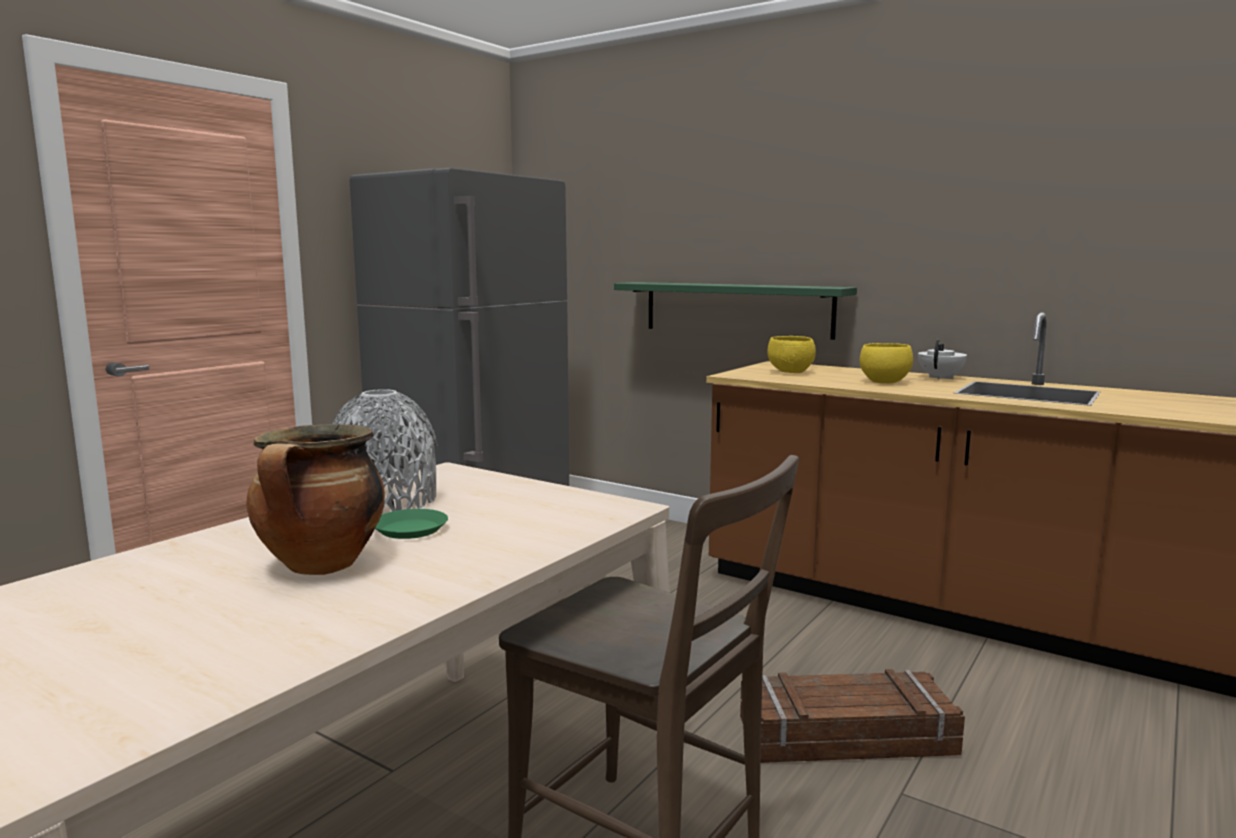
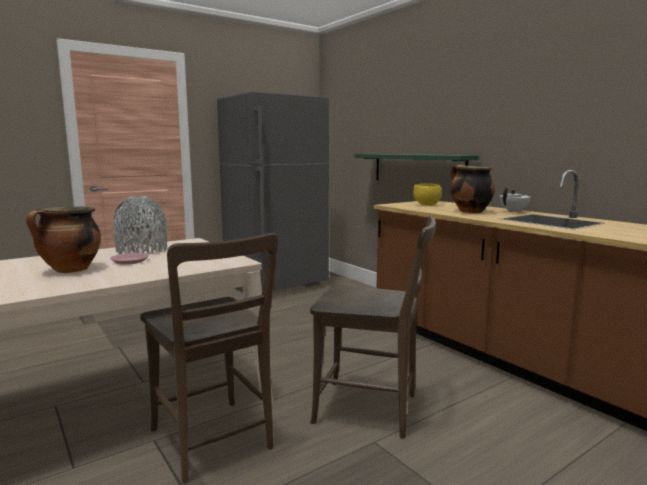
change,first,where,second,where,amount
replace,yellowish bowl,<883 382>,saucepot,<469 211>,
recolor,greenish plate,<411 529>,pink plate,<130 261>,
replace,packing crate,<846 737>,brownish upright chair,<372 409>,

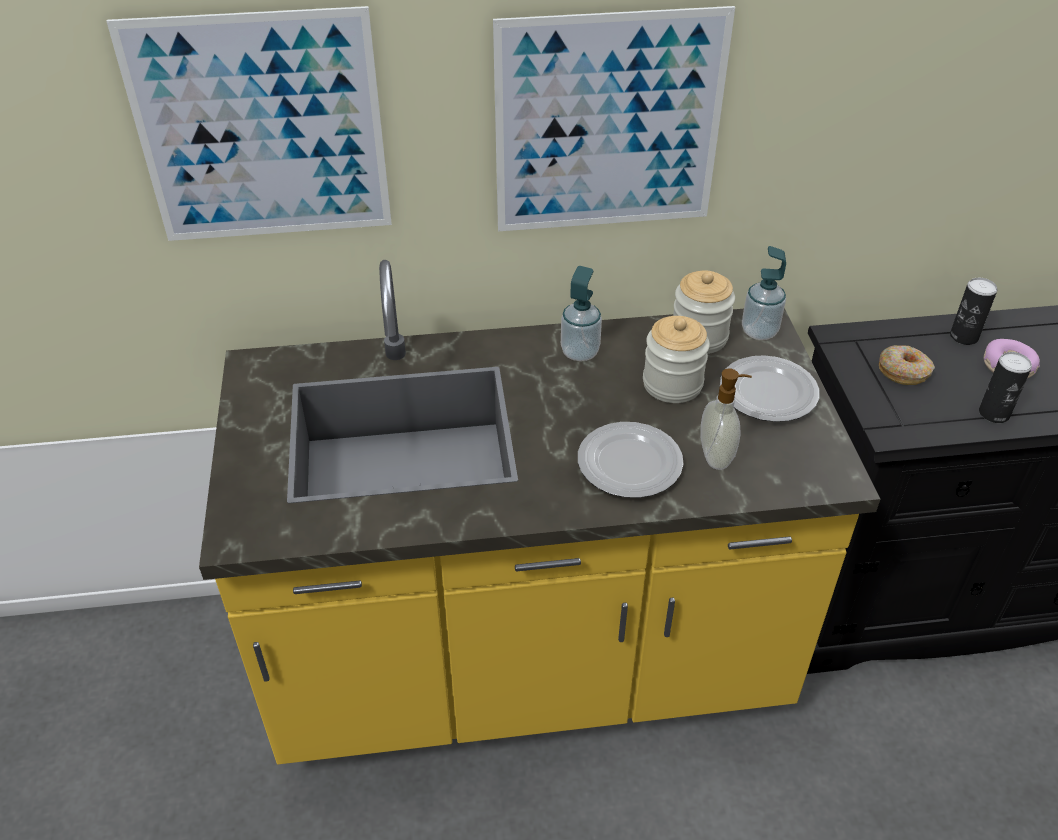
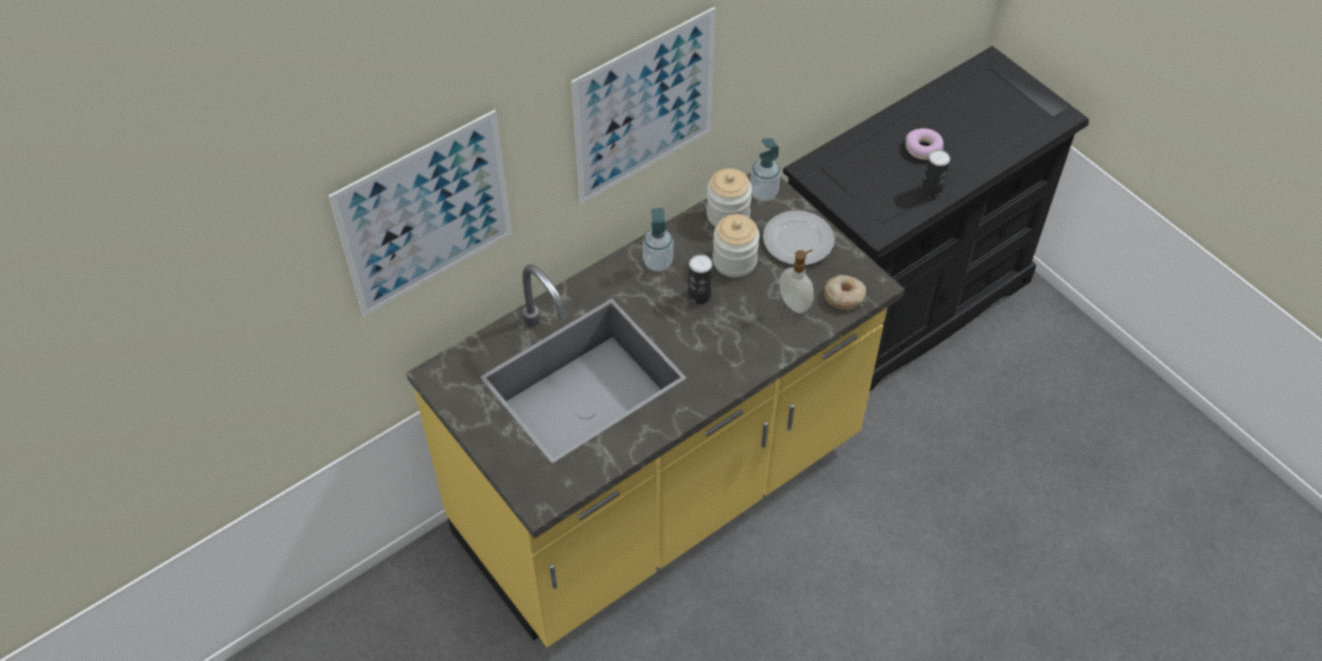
change,first,where,second,where,amount
move,can,<964 337>,,<699 296>,
move,ring doughnut,<903 371>,,<844 296>,
delete,plate,<630 464>,,,

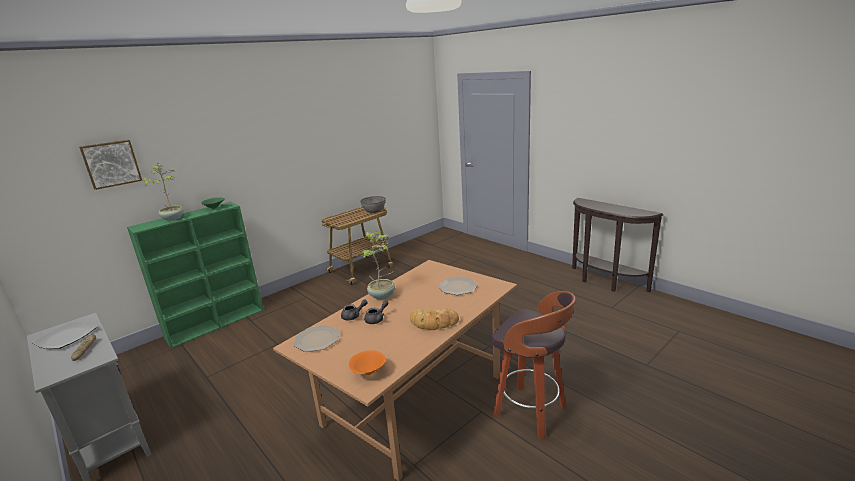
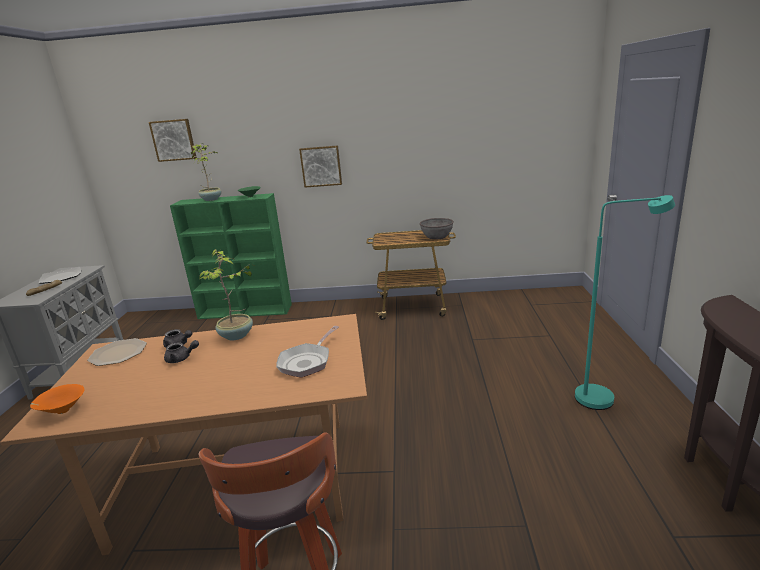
change,first,where,second,where,amount
replace,plate,<458 286>,frying pan,<307 361>,
delete,bread,<434 322>,,,
insert,,,wall art,<321 166>,
insert,,,turquoise-coloured standing lamp,<604 398>,

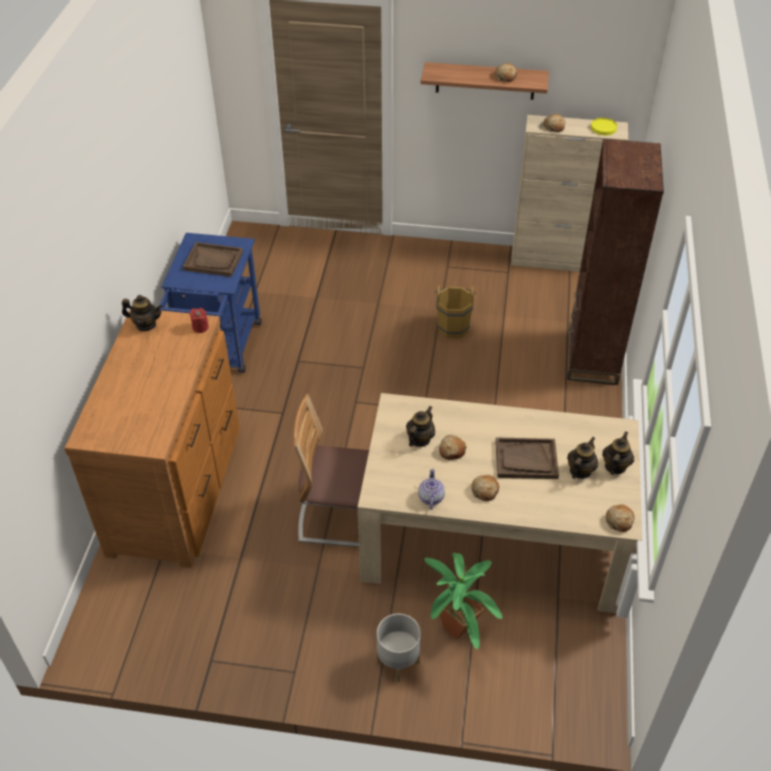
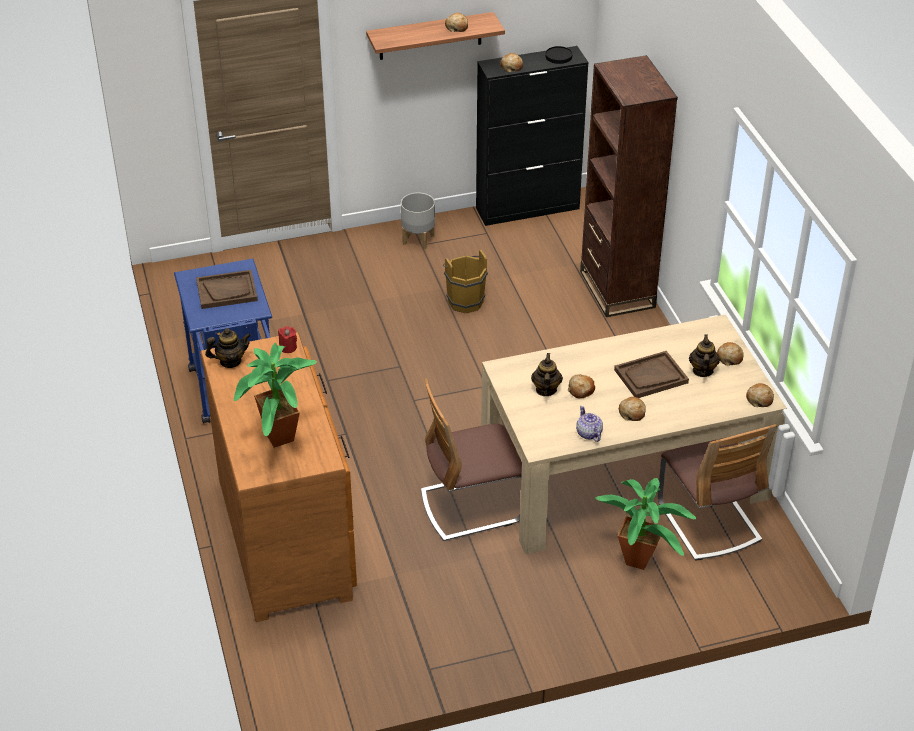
change,first,where,second,where,amount
recolor,sand-coloured cupboard,<557 260>,black cupboard,<528 208>,
recolor,yellowish plate,<603 128>,black plate,<558 56>,
replace,tea pot,<615 466>,bread,<729 357>,
move,greyish flower pot,<398 662>,,<418 239>,
insert,,,plant in a pot,<279 442>,
insert,,,upright chair,<708 521>,

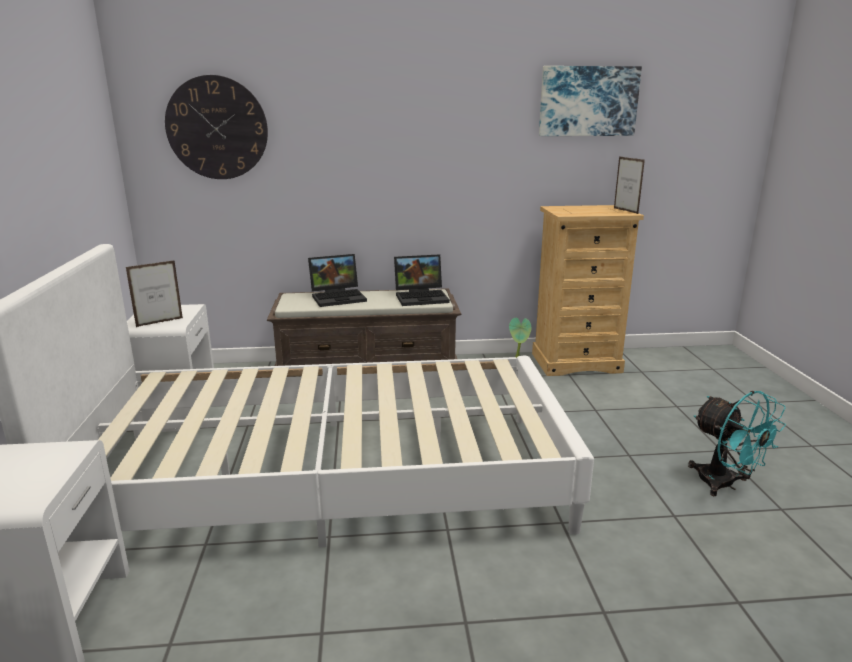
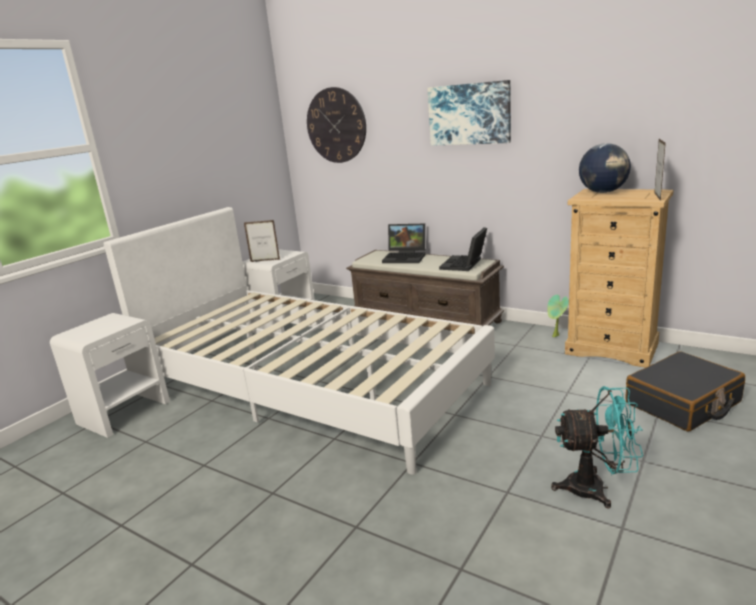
change,first,where,second,where,amount
move,wall art,<588 101>,,<469 114>,
rotate,notebook computer,<422 297>,,<464 264>,90 degrees clockwise
rotate,turquoise-coloured cooling fan,<725 484>,,<596 488>,90 degrees counterclockwise
insert,,,desk globe,<603 192>,
insert,,,black piece of luggage,<683 403>,

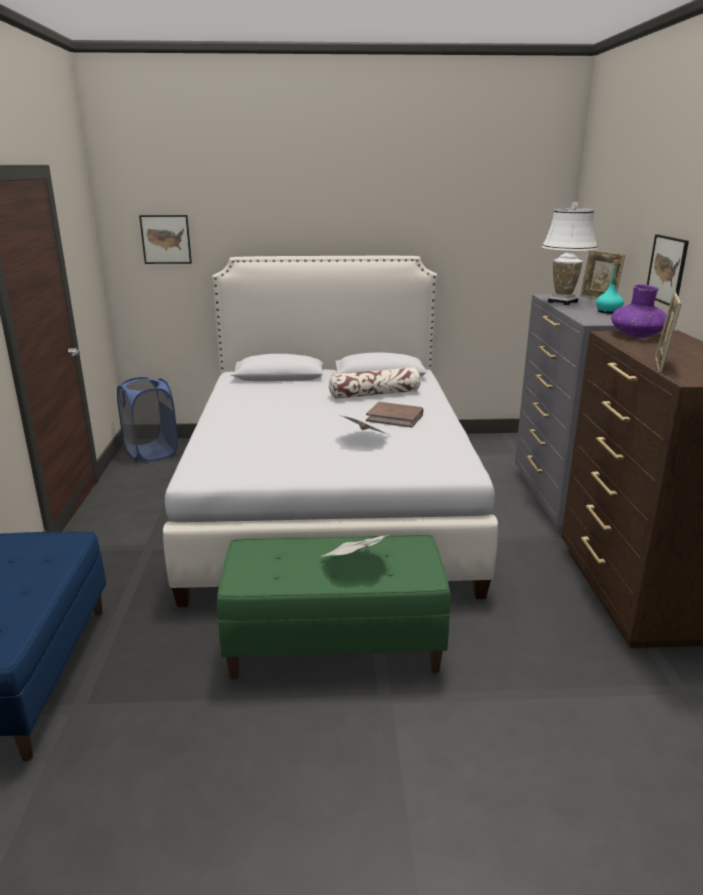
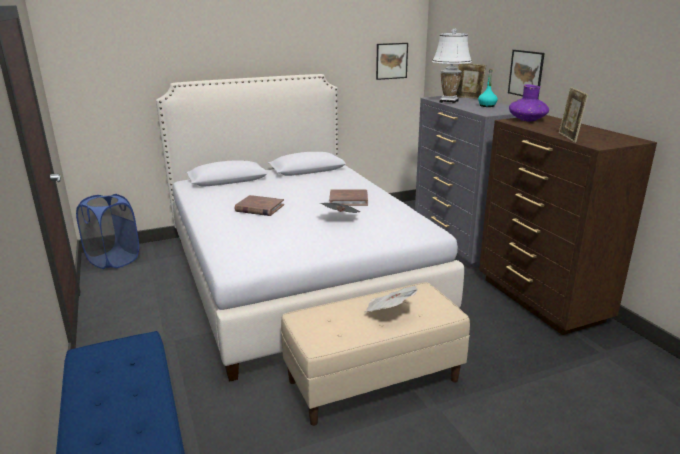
change,first,where,second,where,amount
move,wall art,<166 239>,,<391 61>,
delete,cushion,<375 394>,,,
recolor,greenish long seat,<335 645>,sand-coloured long seat,<373 380>,
insert,,,brownish bound book,<259 208>,

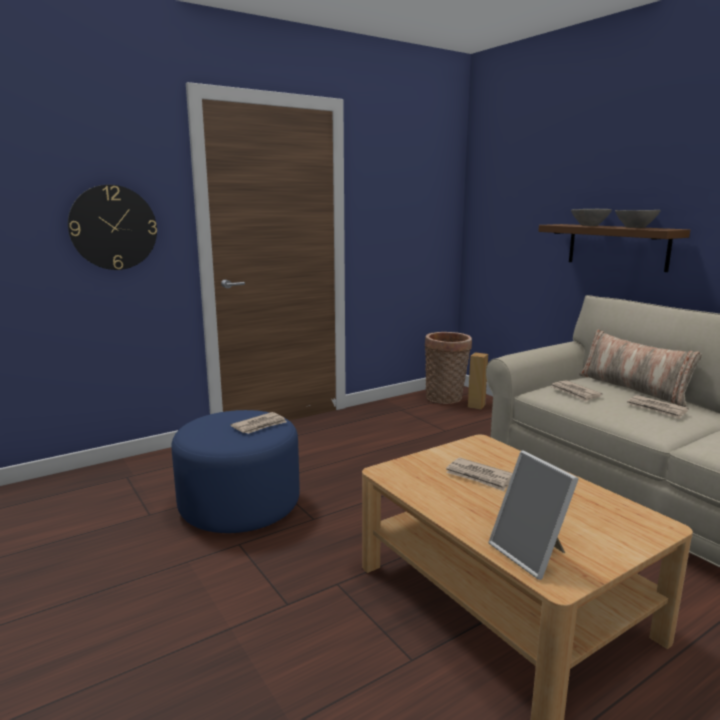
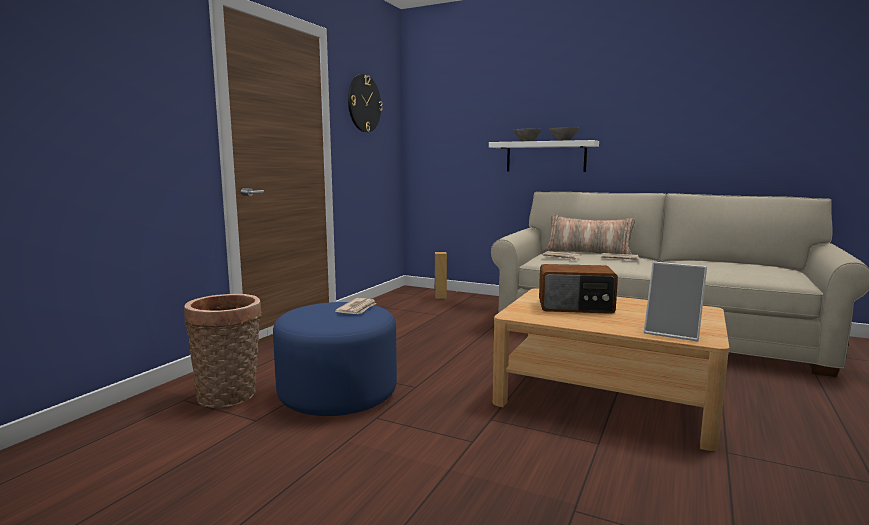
change,first,where,second,where,amount
move,wall clock,<113 227>,,<364 103>,
recolor,brownish shelf,<617 246>,whitish shelf,<545 157>,
move,basket,<446 398>,,<230 396>,
replace,daily paper,<479 477>,radio set,<576 307>,

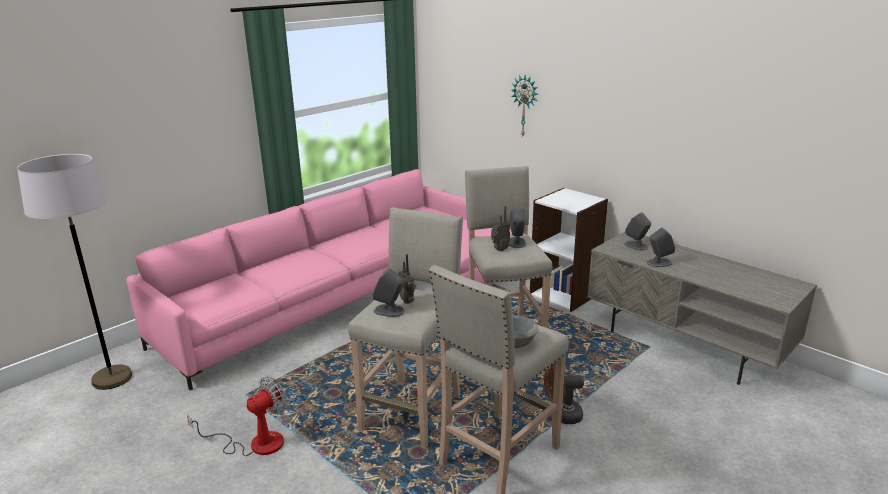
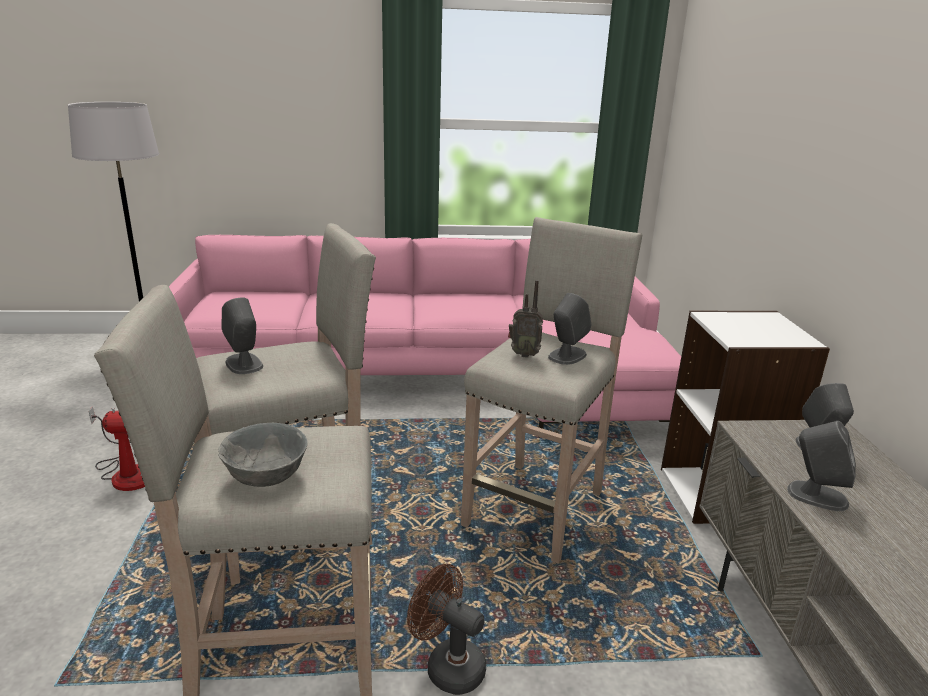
change,first,where,second,where,amount
delete,wall clock,<525 105>,,,
delete,radio set,<408 301>,,,

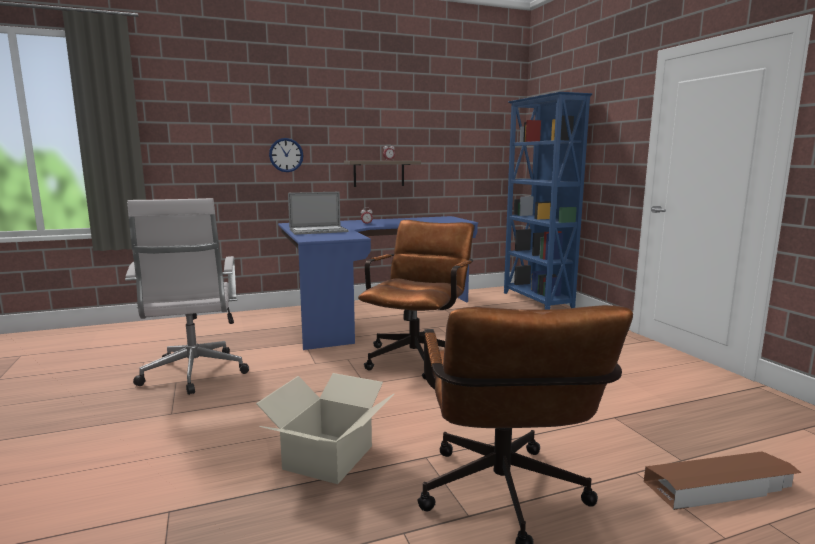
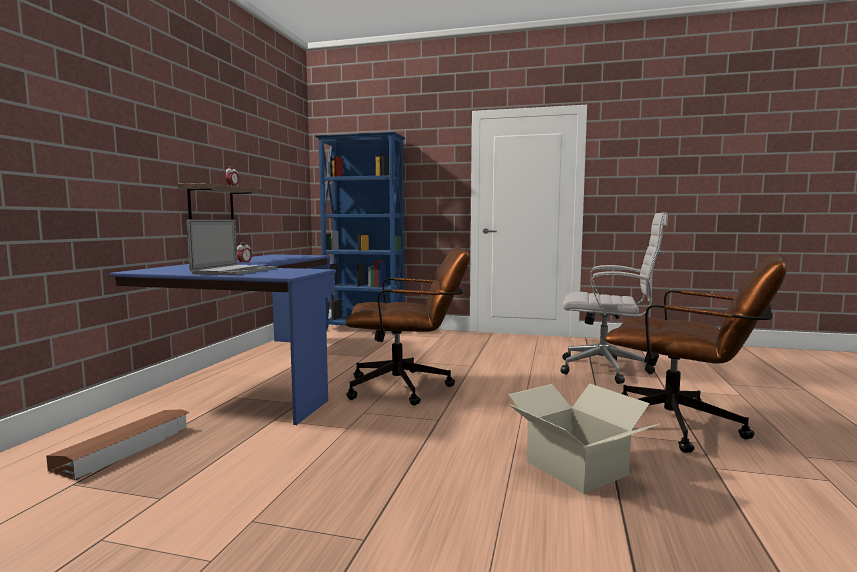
change,first,where,second,where,amount
delete,wall clock,<286 155>,,,
move,whitish office chair,<194 375>,,<608 370>,
rotate,brownish office chair,<418 356>,,<408 388>,120 degrees clockwise
move,brownish storage container,<720 487>,,<126 448>,

